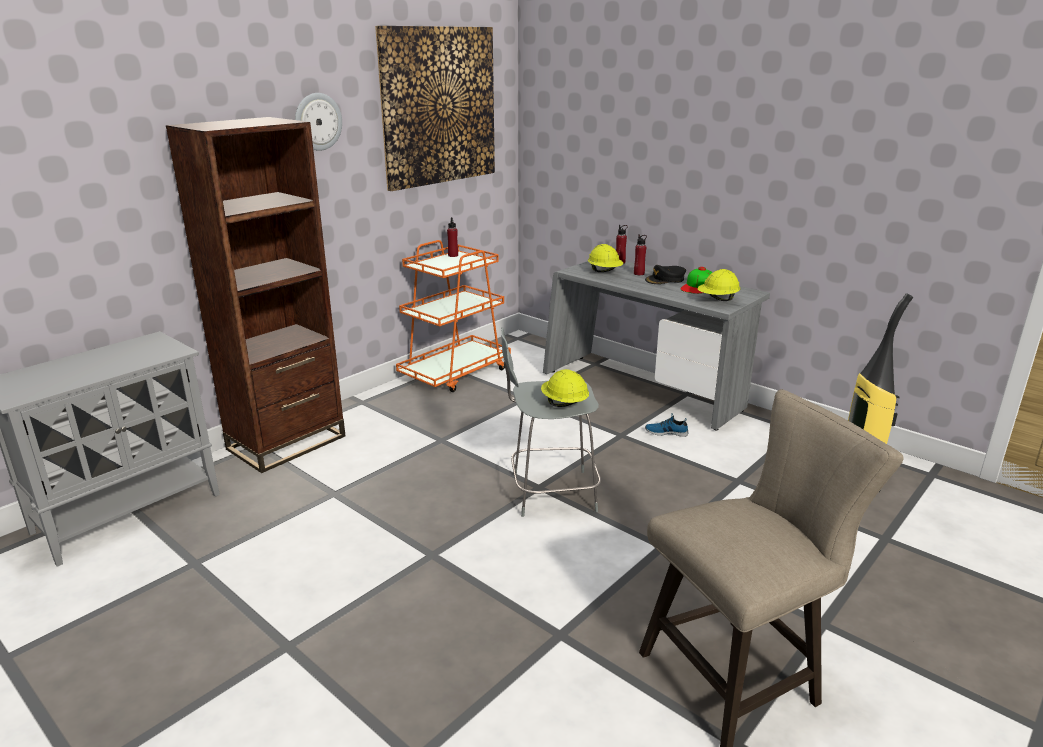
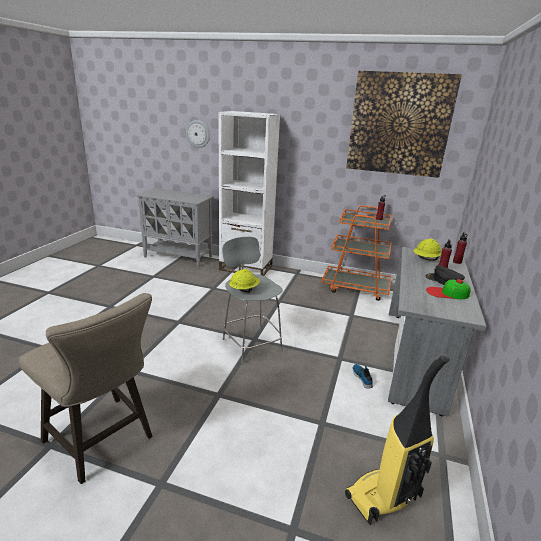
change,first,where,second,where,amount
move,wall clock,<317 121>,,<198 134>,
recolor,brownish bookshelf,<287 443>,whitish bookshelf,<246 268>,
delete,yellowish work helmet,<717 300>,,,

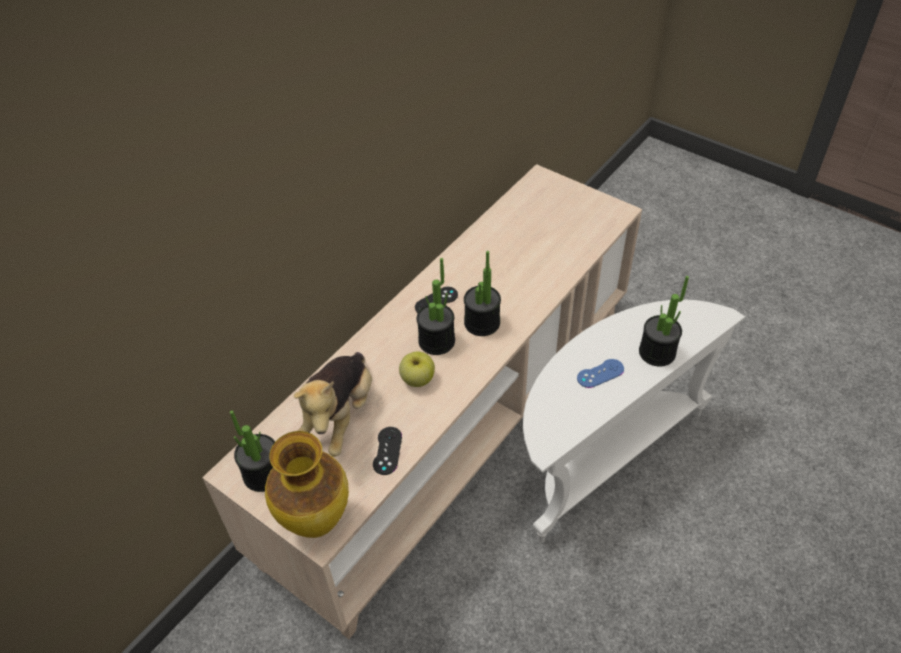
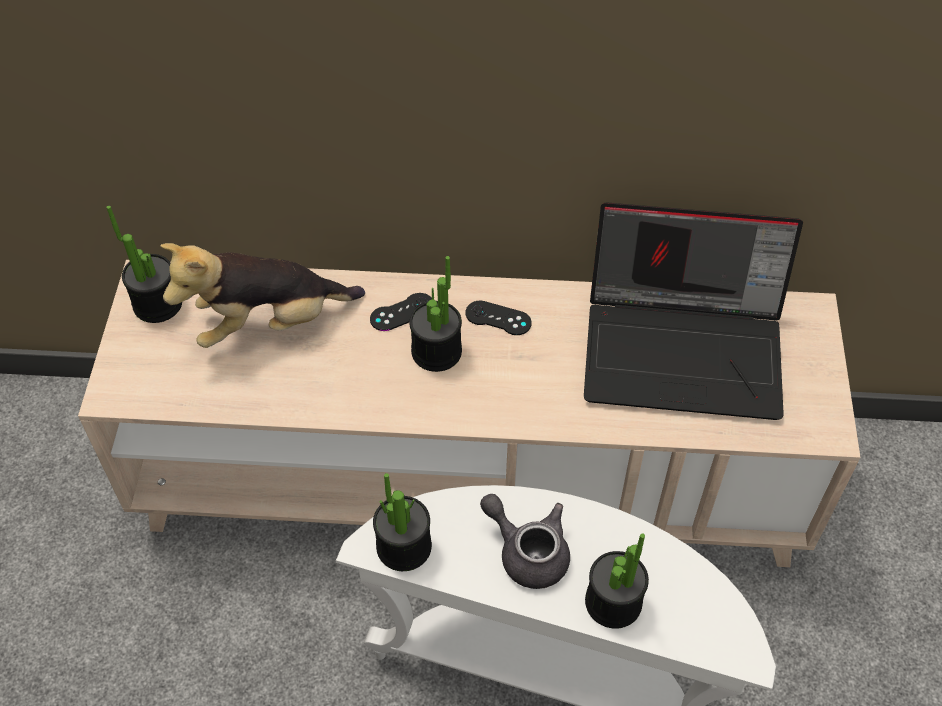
change,first,where,second,where,amount
move,plant in a pot,<482 323>,,<404 546>,
delete,apple,<417 379>,,,
replace,blue-coloured game controller,<600 373>,greyish tea pot,<527 551>,
move,black game controller,<387 450>,,<402 312>,
delete,decorative vase,<317 521>,,,
insert,,,notebook computer,<686 348>,

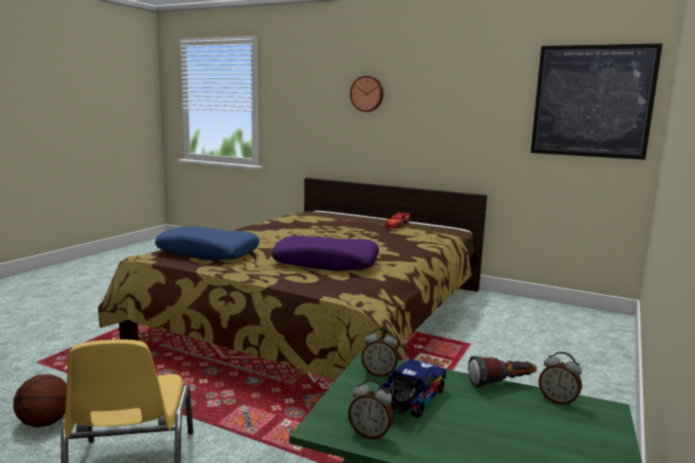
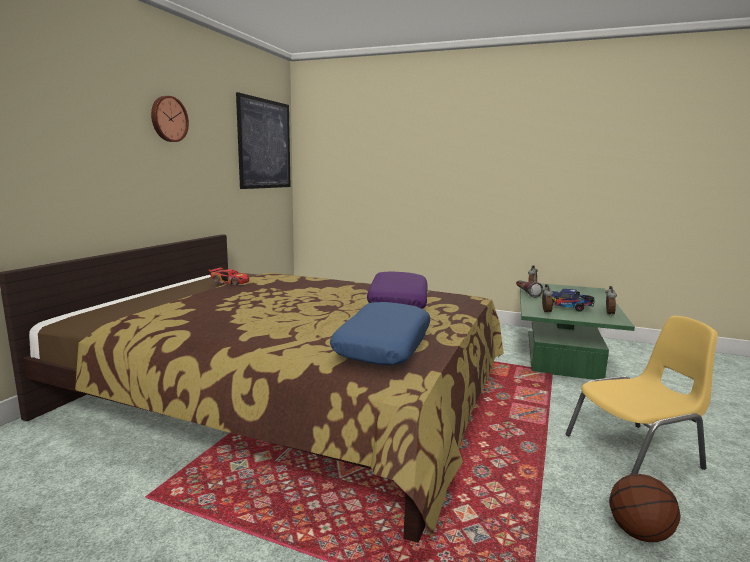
change,first,where,second,where,amount
move,wall clock,<367 94>,,<168 119>,

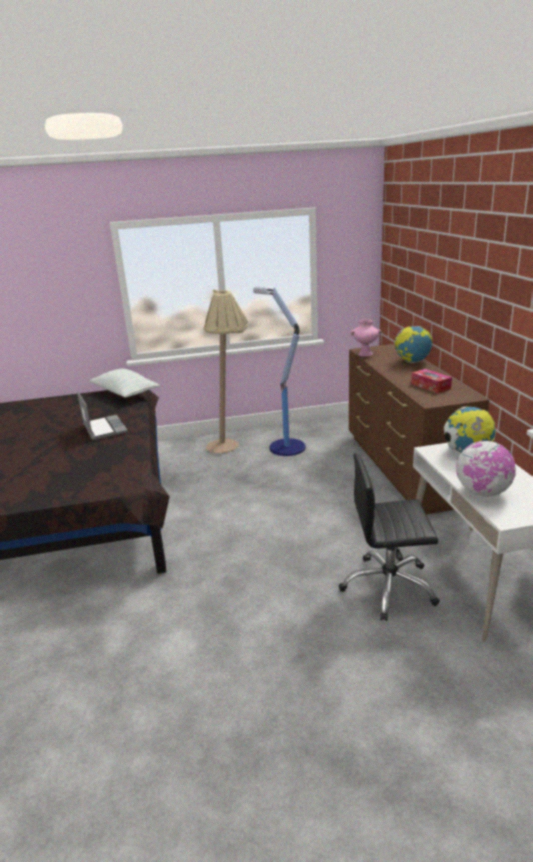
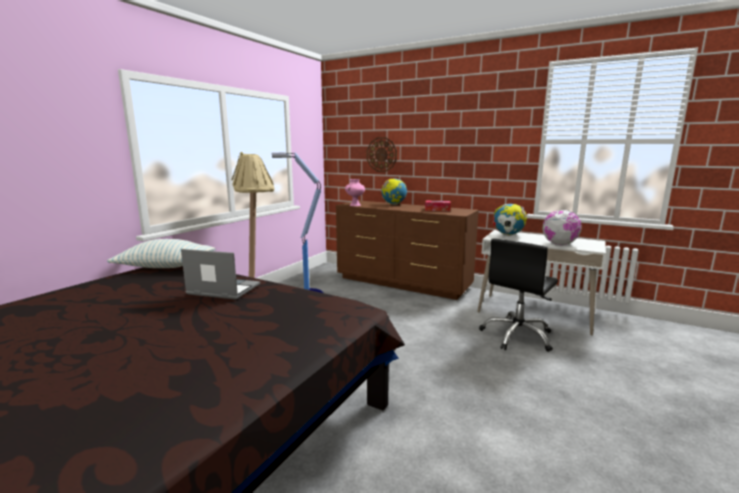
change,first,where,second,where,amount
insert,,,wall clock,<381 154>,

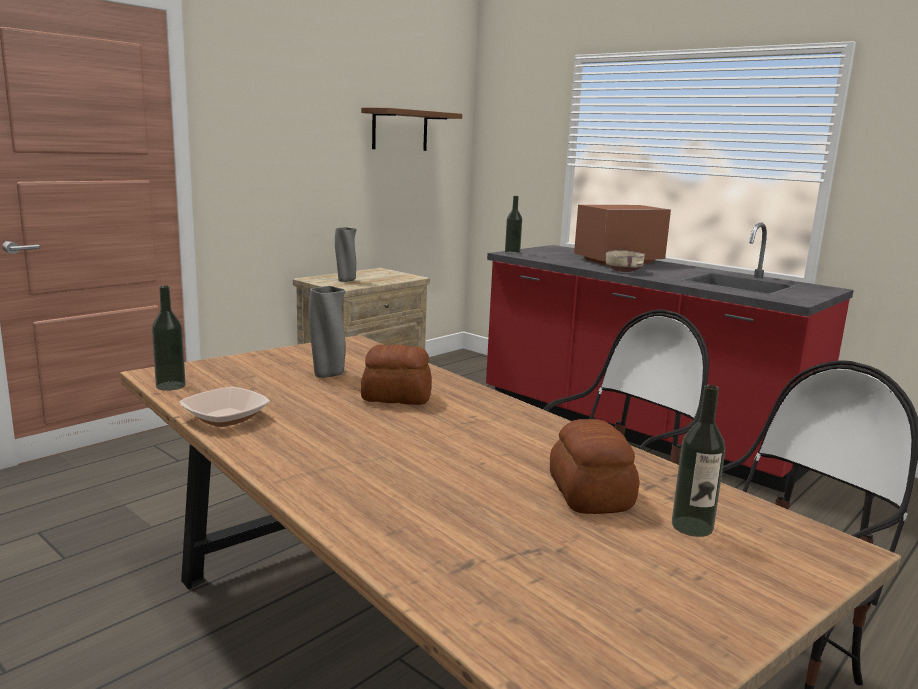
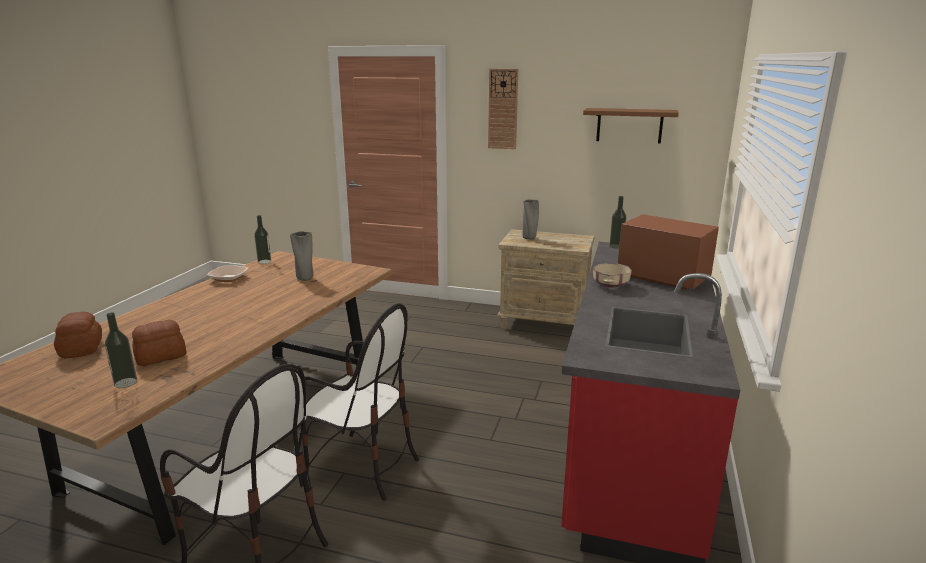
change,first,where,second,where,amount
move,bread,<396 397>,,<82 348>,
insert,,,wall clock,<503 109>,

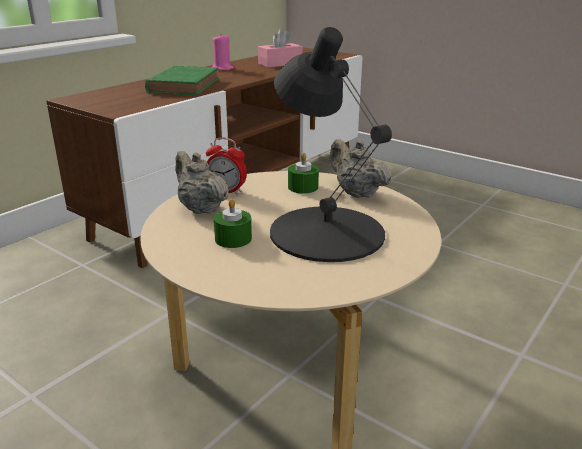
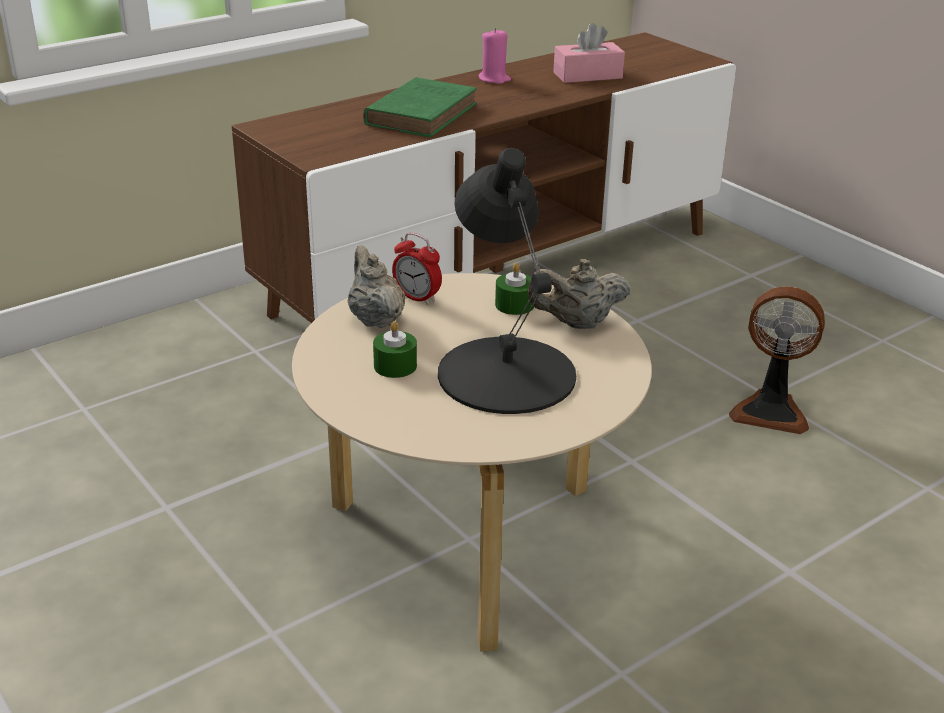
change,first,where,second,where,amount
rotate,sand-coloured tea pot,<356 193>,,<577 324>,75 degrees counterclockwise
insert,,,cooling fan,<770 411>,

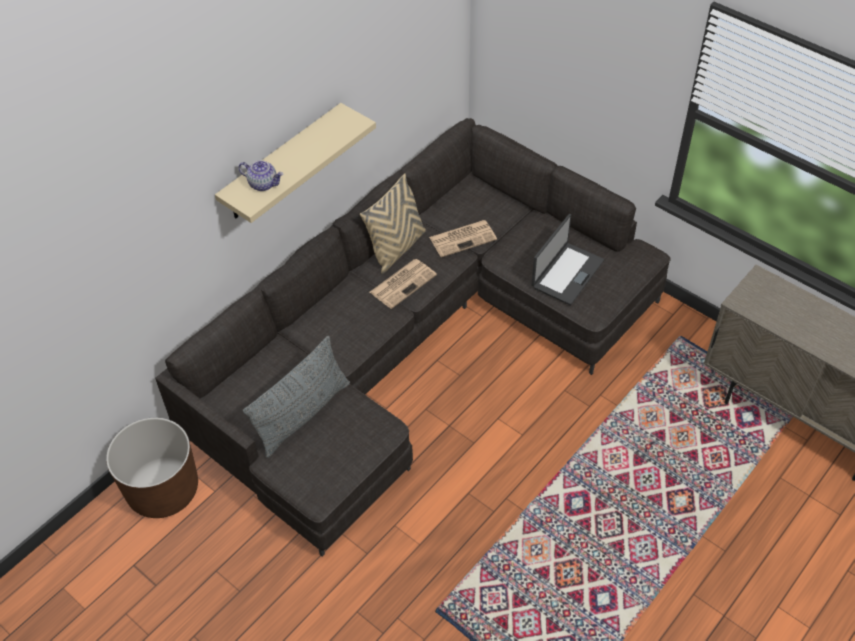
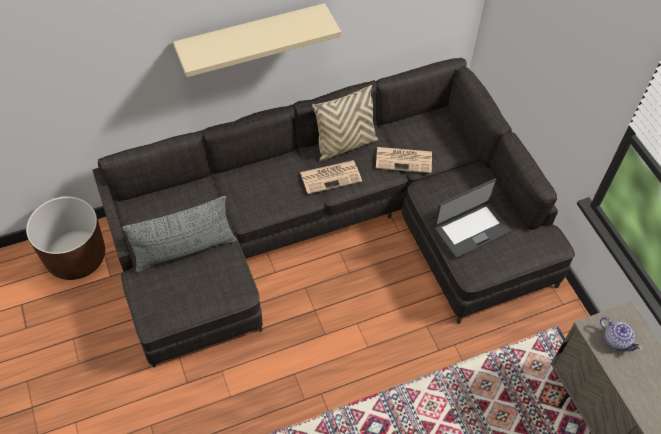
change,first,where,second,where,amount
move,tea pot,<263 184>,,<616 341>,

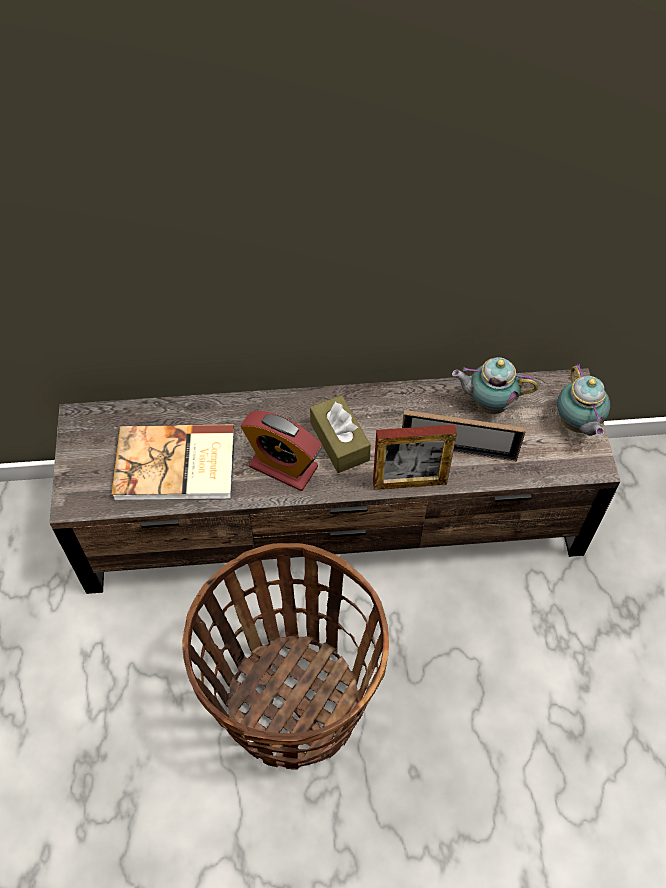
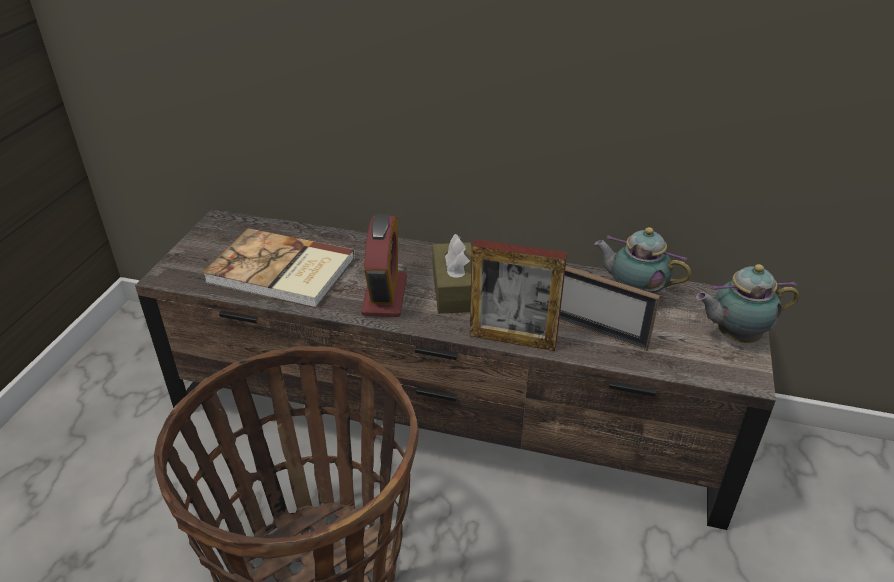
change,first,where,second,where,amount
rotate,tea pot,<576 425>,,<734 336>,75 degrees clockwise
rotate,table clock,<283 466>,,<385 296>,135 degrees counterclockwise

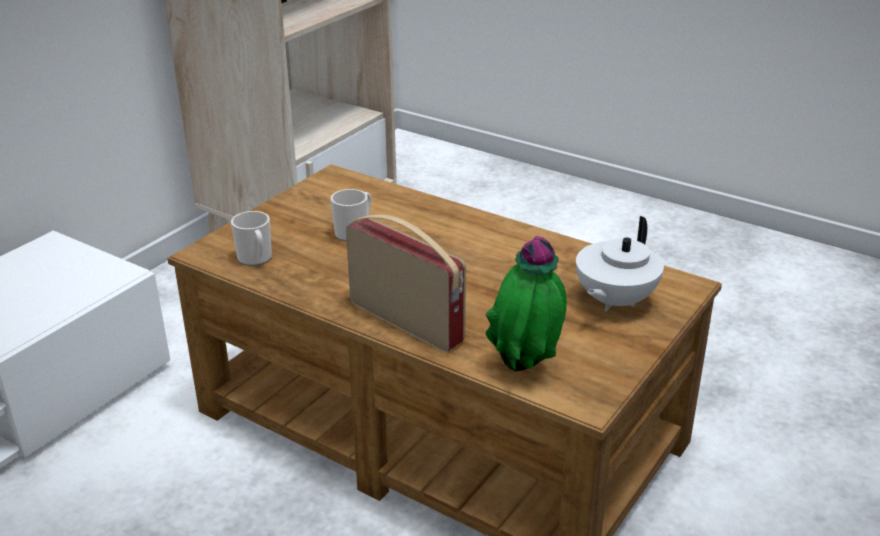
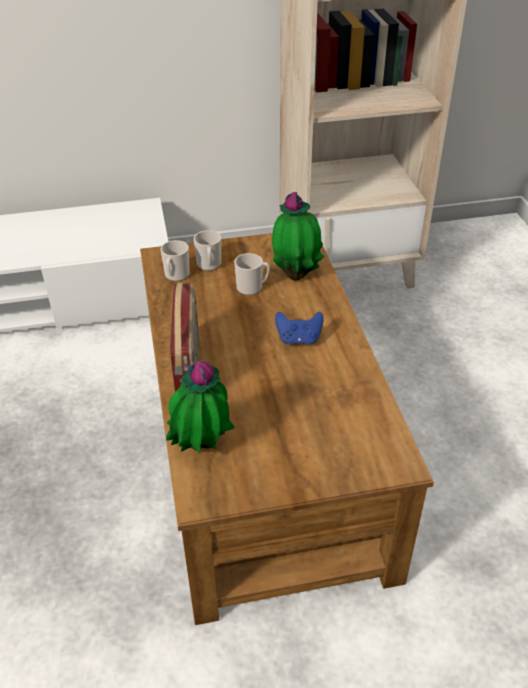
change,first,where,second,where,amount
delete,whitish tea pot,<614 301>,,,
insert,,,plant in a pot,<296 275>,
insert,,,coffee mug,<209 265>,
insert,,,blue-coloured game controller,<299 339>,

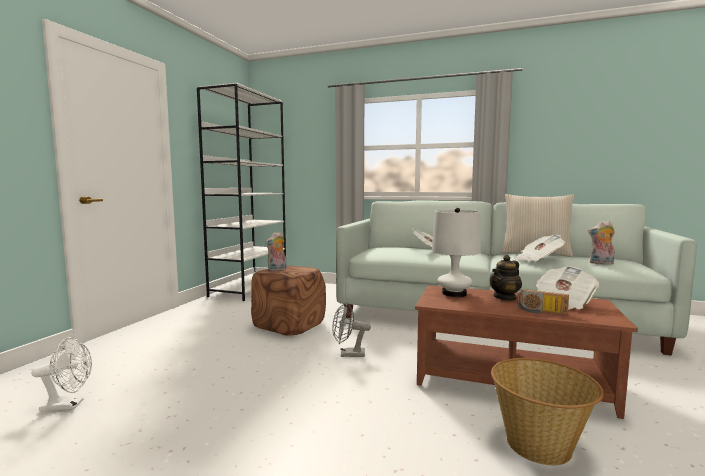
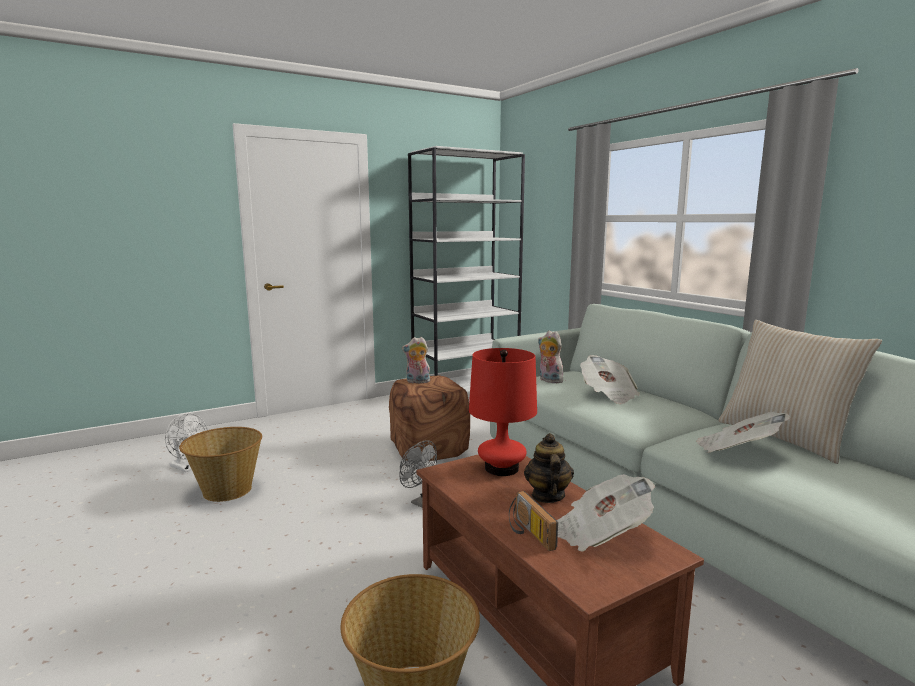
change,first,where,second,where,amount
recolor,whitish tabletop lamp,<454 293>,red tabletop lamp,<501 468>,
move,plush toy,<601 263>,,<549 380>,
rotate,tea pot,<505 297>,,<547 496>,90 degrees clockwise
insert,,,basket,<226 490>,

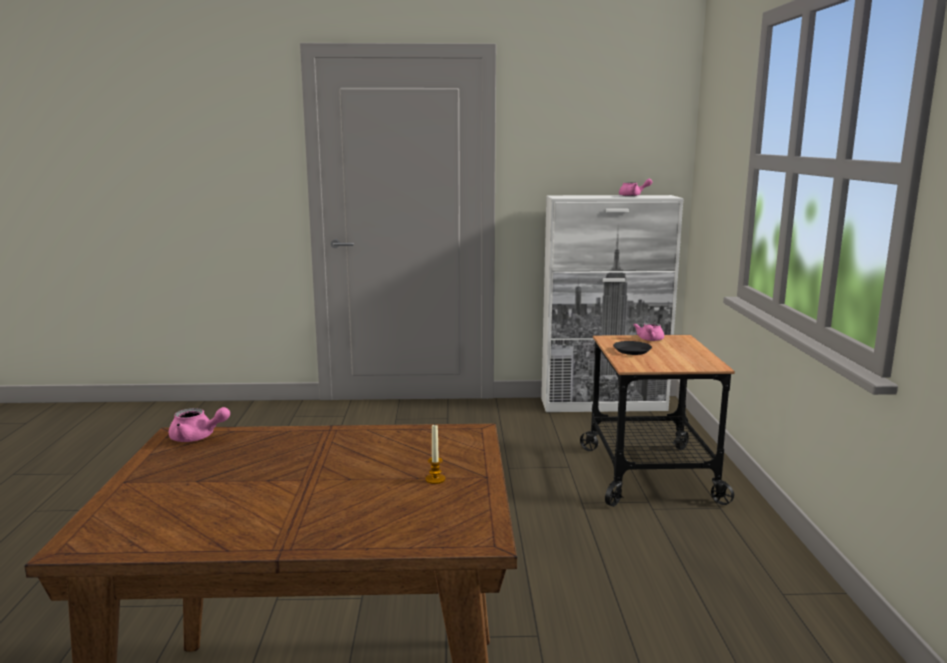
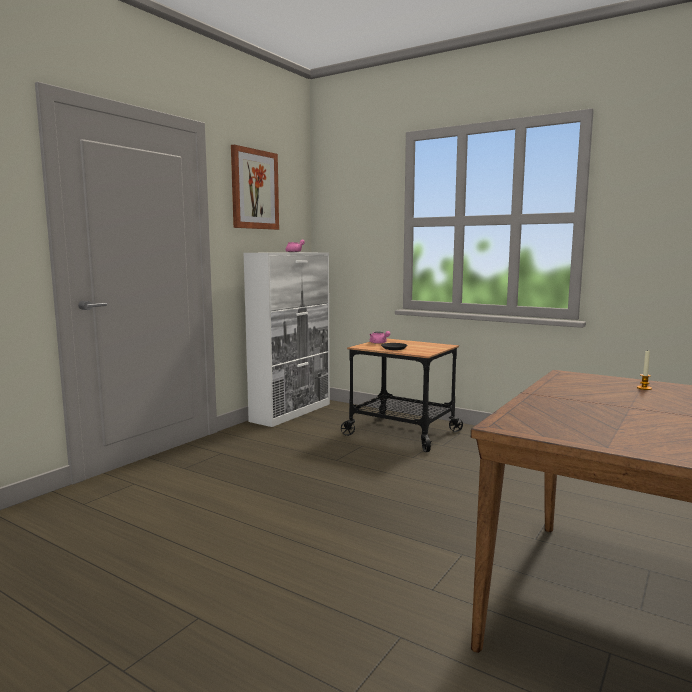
change,first,where,second,where,amount
delete,pink tea pot,<197 438>,,,
insert,,,wall art,<254 189>,

